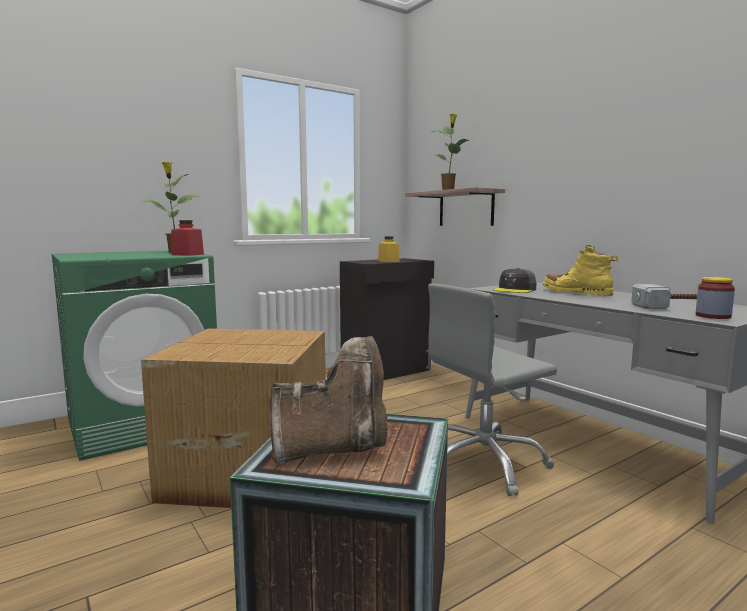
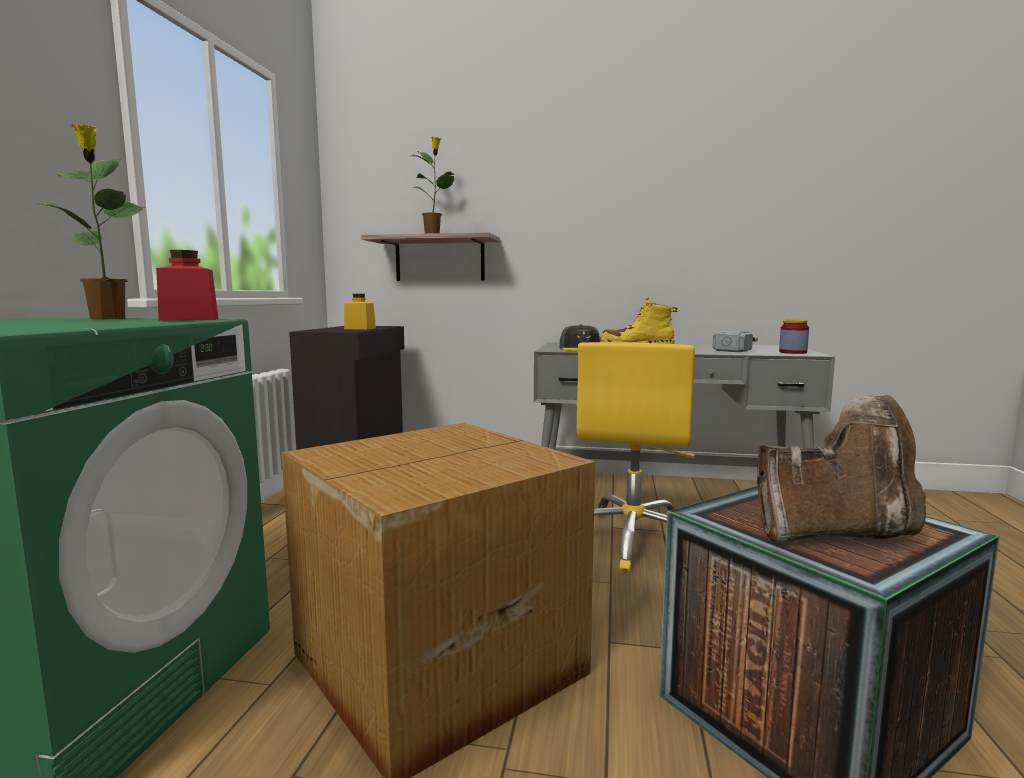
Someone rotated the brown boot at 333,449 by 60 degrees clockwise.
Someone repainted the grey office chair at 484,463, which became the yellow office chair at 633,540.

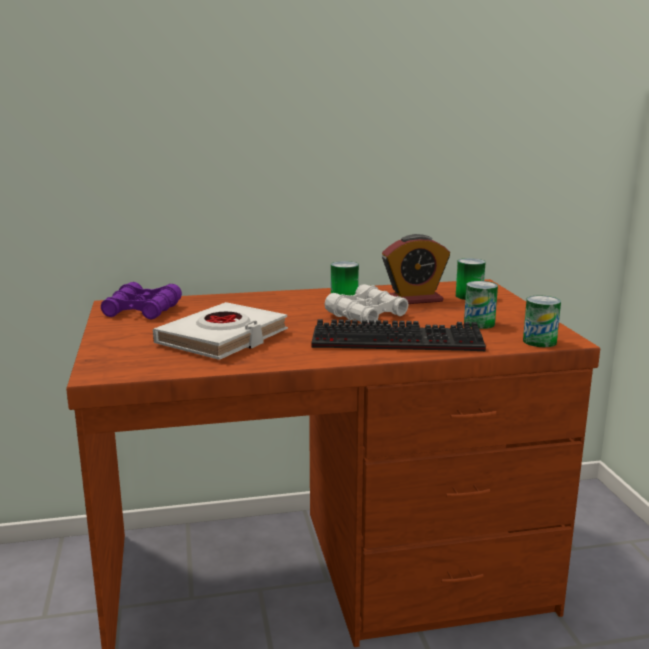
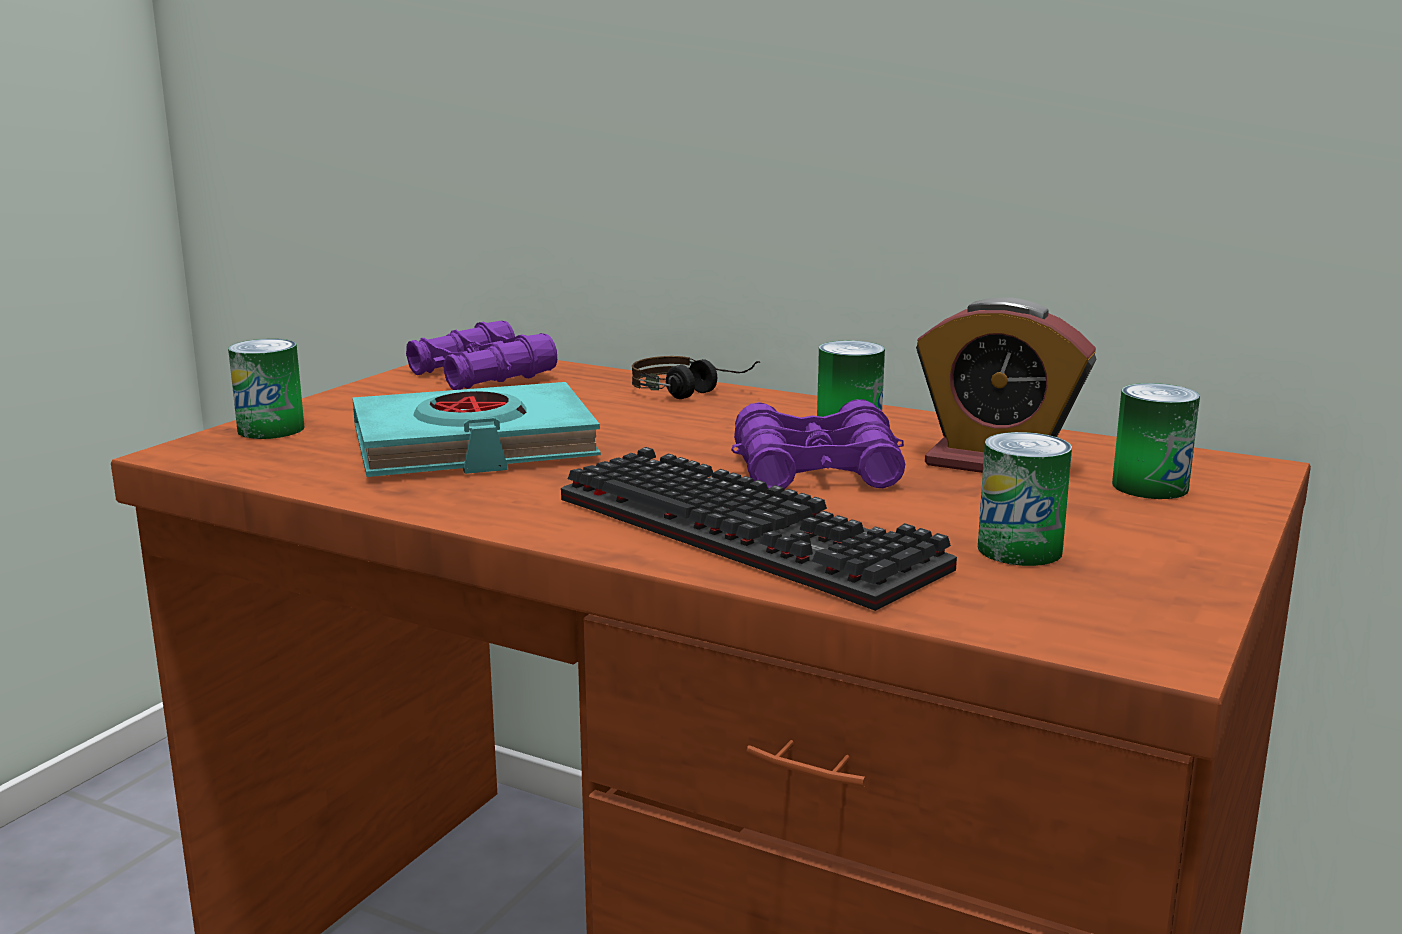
Someone repainted the white book at 223,338, which became the turquoise book at 473,446.
Someone repainted the white binoculars at 367,315, which became the purple binoculars at 817,470.
Someone carried the can from 539,341 to 271,429.
Someone put down the headphones at 693,393.

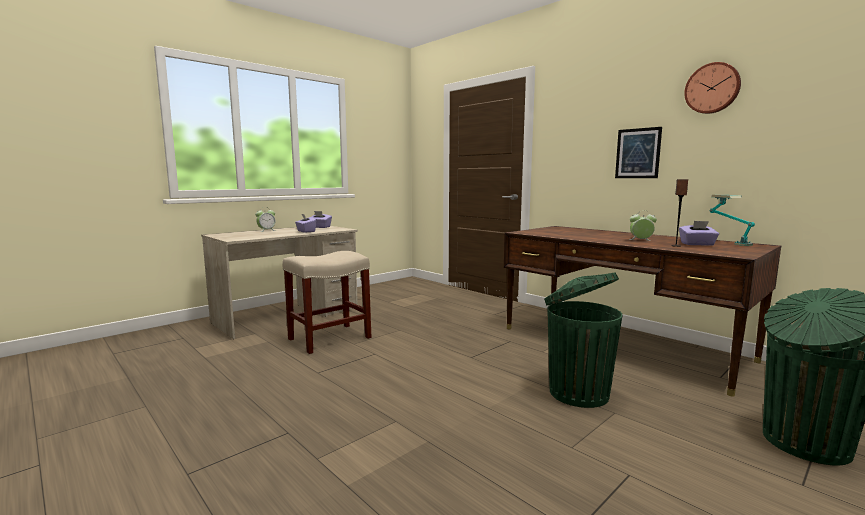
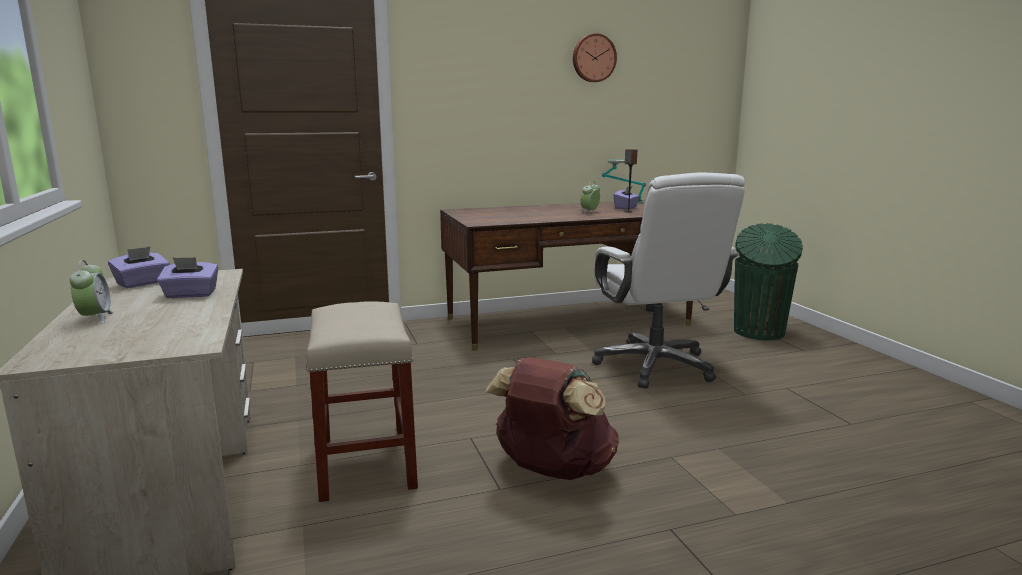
Someone swapped the green trash can at 576,392 for the white office chair at 655,366.
Someone took away the picture at 637,153.
Someone put down the brown backpack at 552,470.

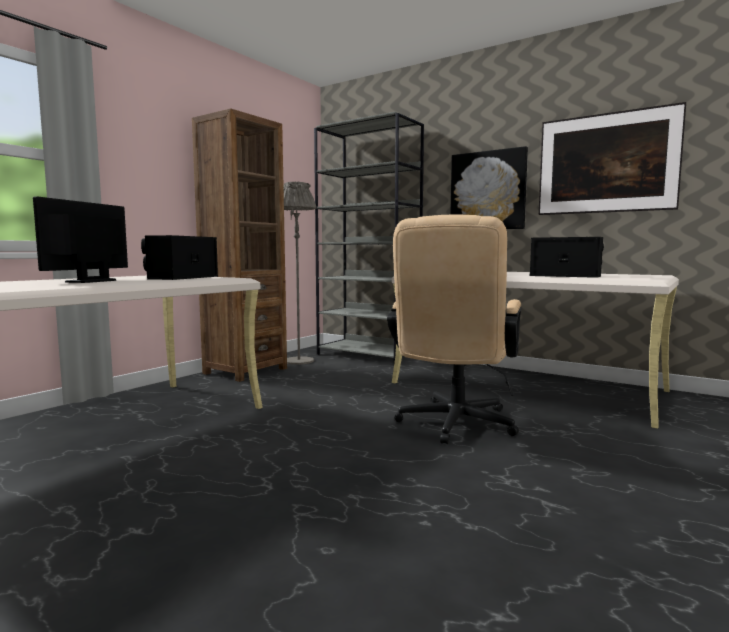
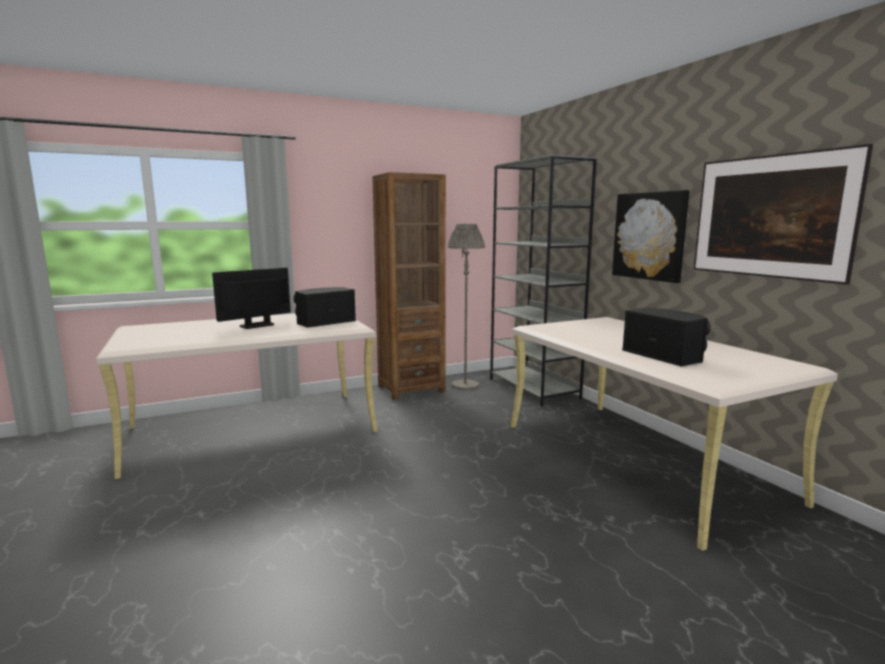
Someone took away the beige office chair at 454,426.

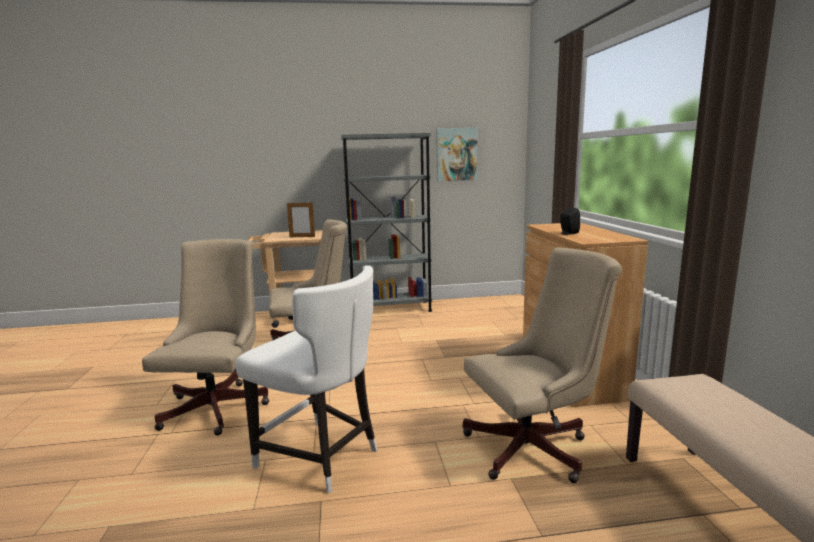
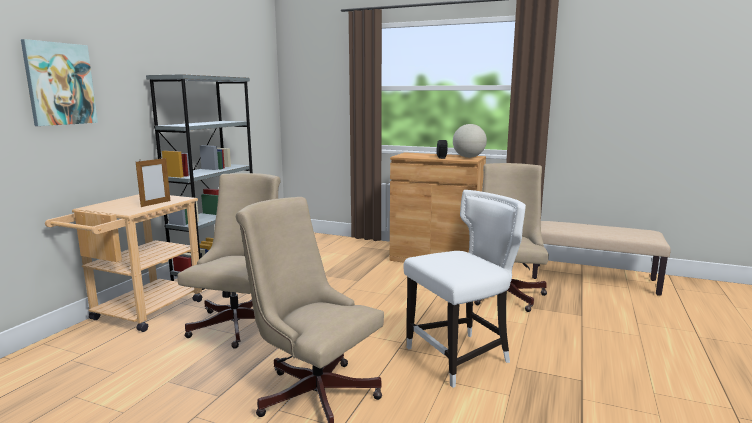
Someone carried the picture from 456,154 to 60,84.
Someone put down the globe at 468,157.

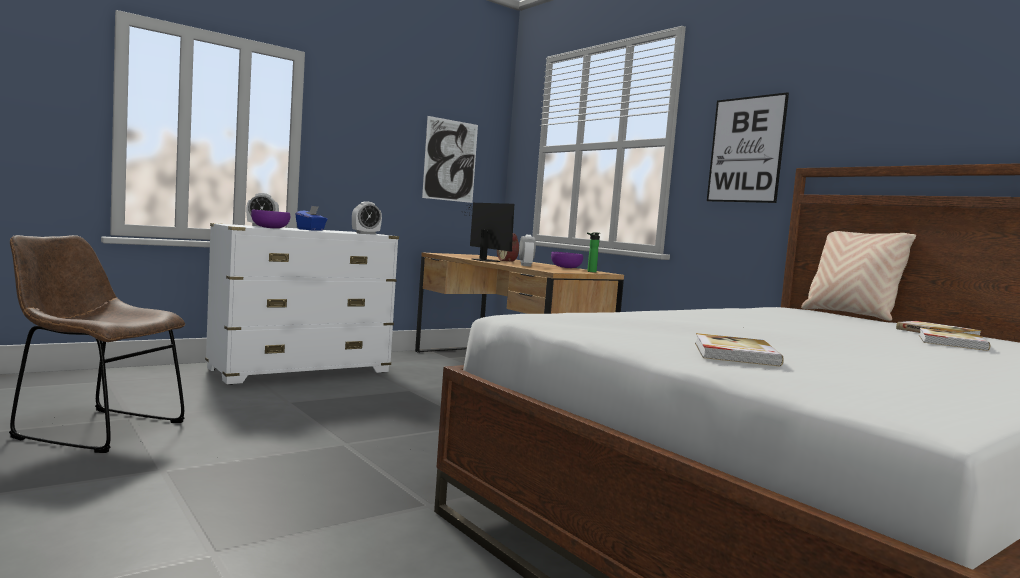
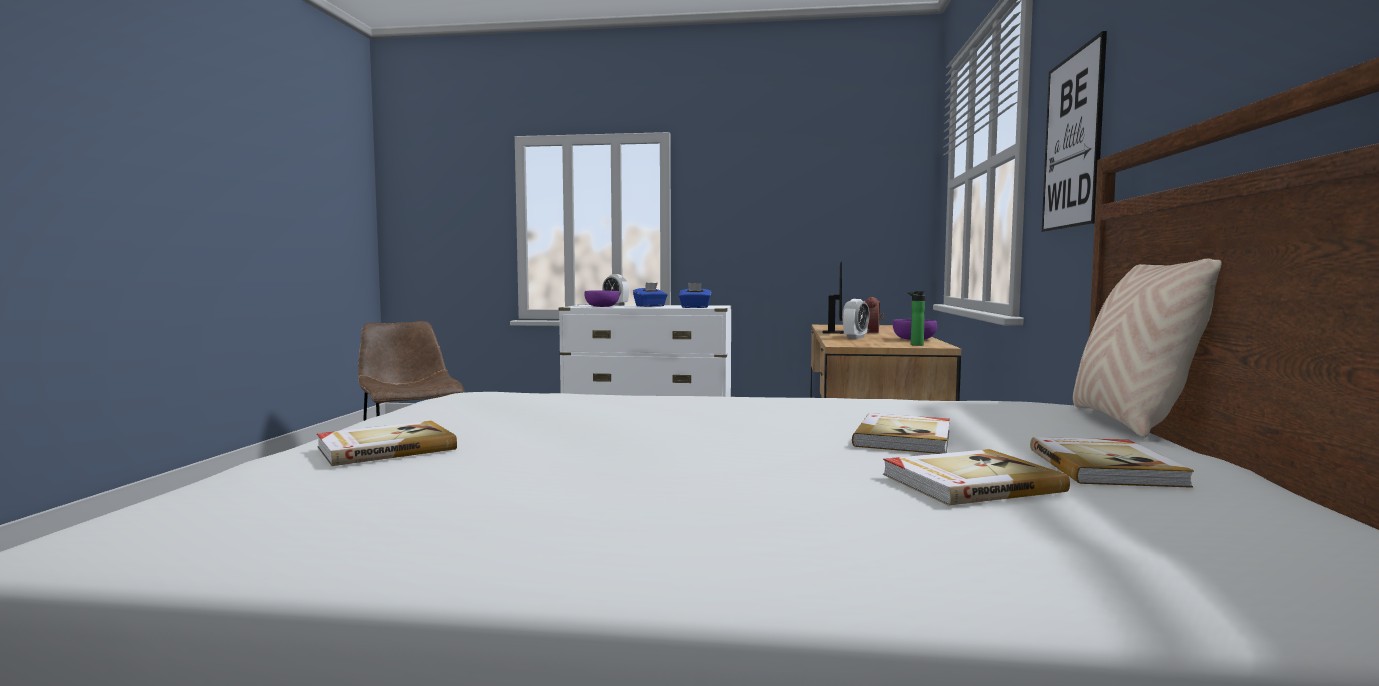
Someone swapped the alarm clock at 365,233 for the blue tissue box at 695,307.
Someone took away the picture at 450,160.
Someone put down the book at 905,438.

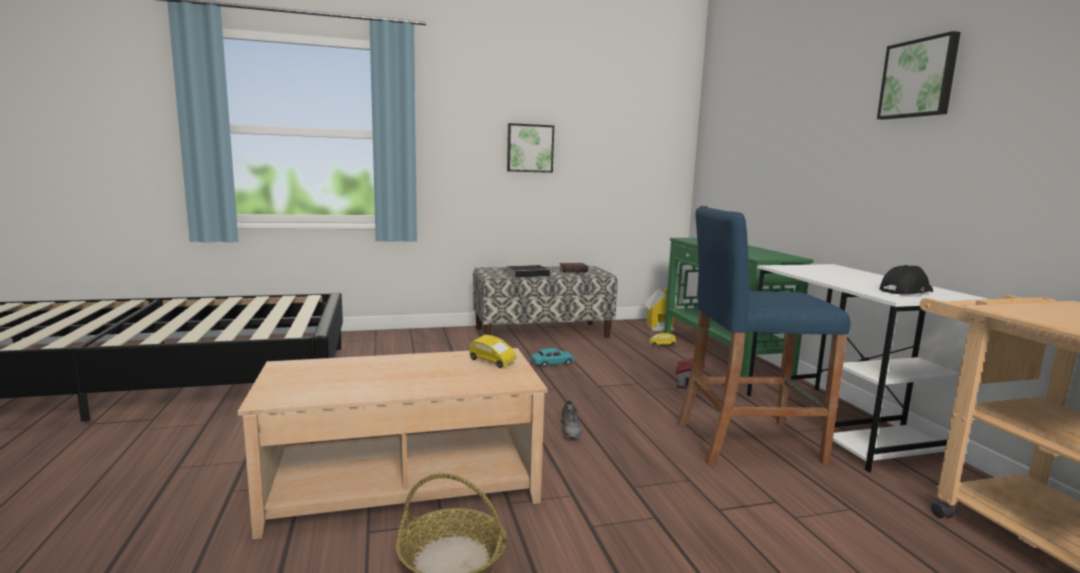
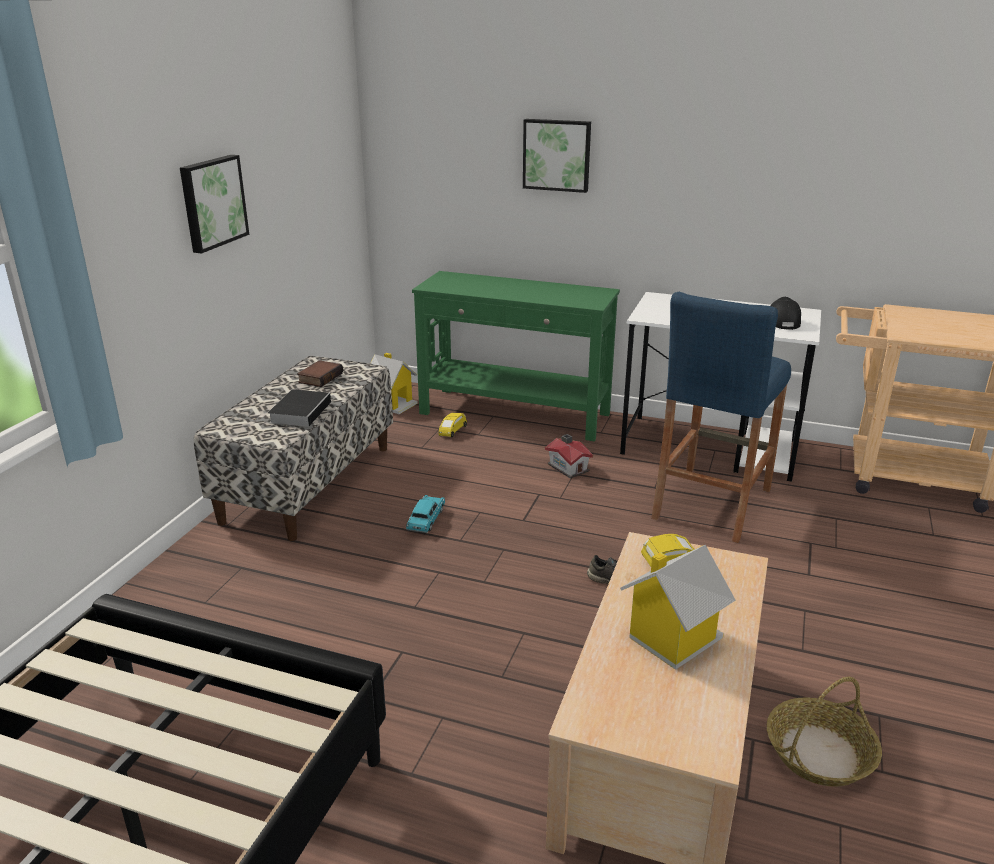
Someone carried the picture from 919,78 to 557,155.
Someone put down the toy house at 672,639.

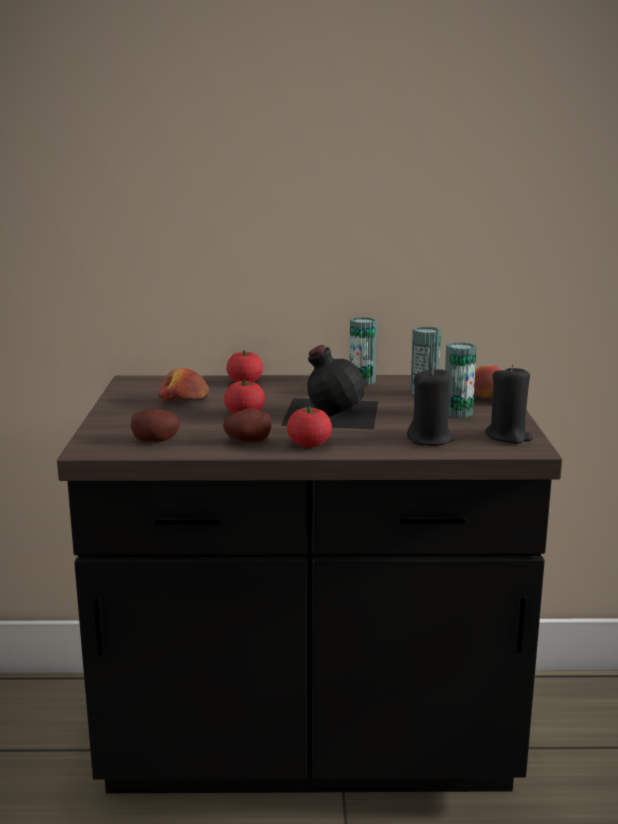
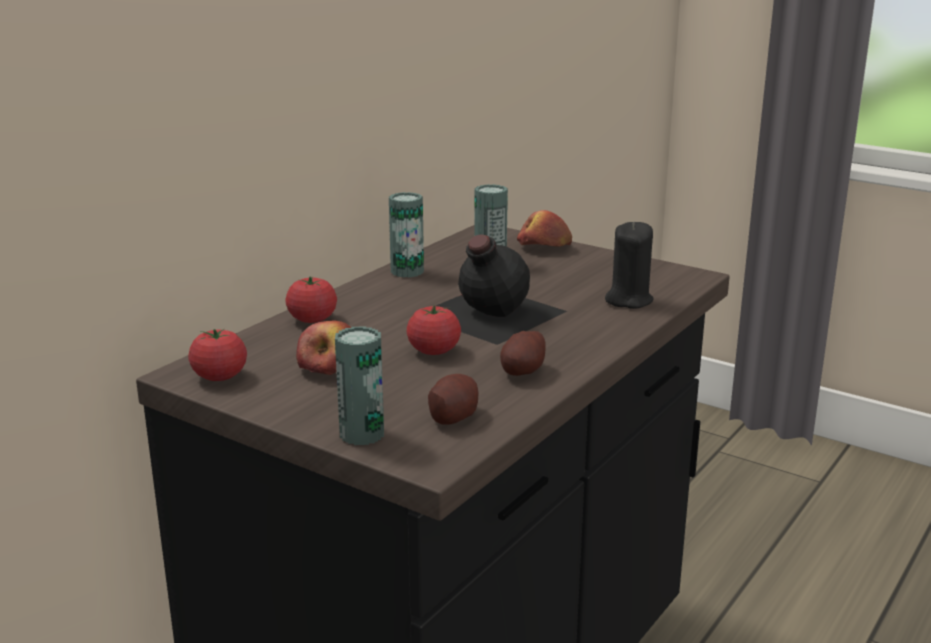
Someone carried the tomato from 309,444 to 219,376.
Someone carried the can from 457,413 to 362,434.
Someone took away the black candle at 508,437.

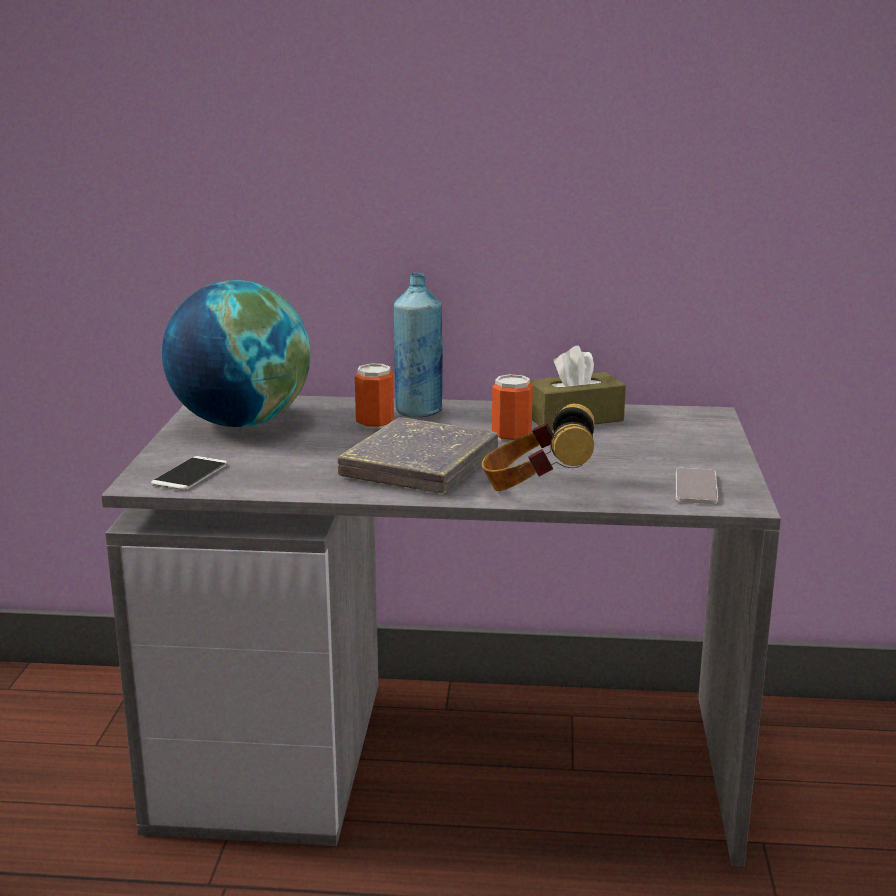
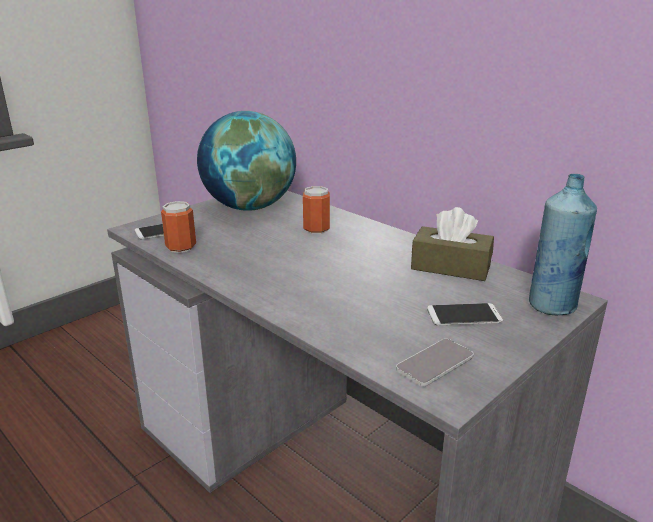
Someone took away the grey book at 420,466.
Someone carried the blue bottle from 419,411 to 552,306.
Someone took away the headphones at 536,488.
Someone carried the can from 511,435 to 181,247.
Someone put down the phone at 464,315.

